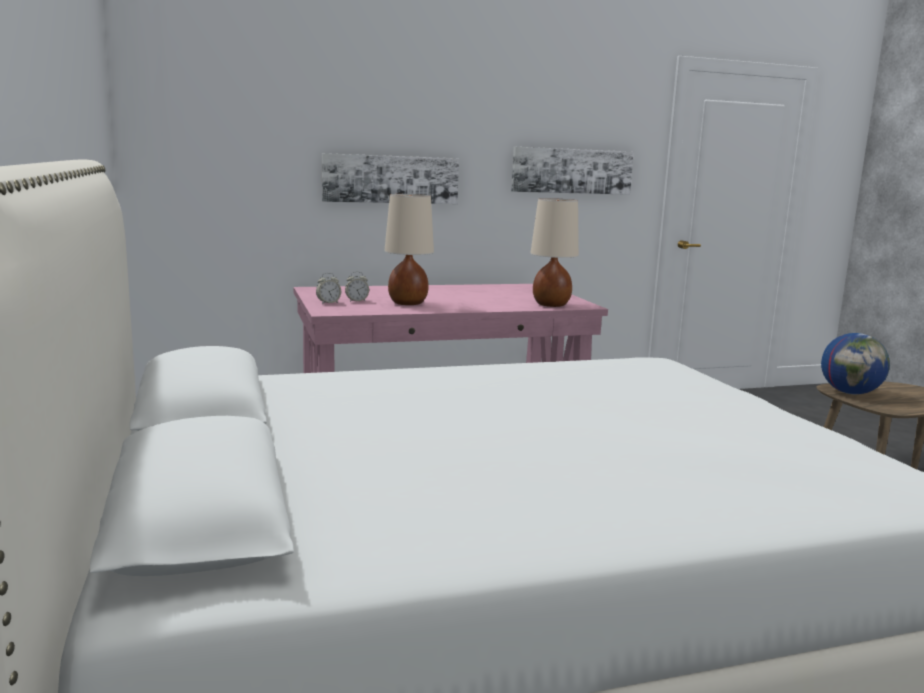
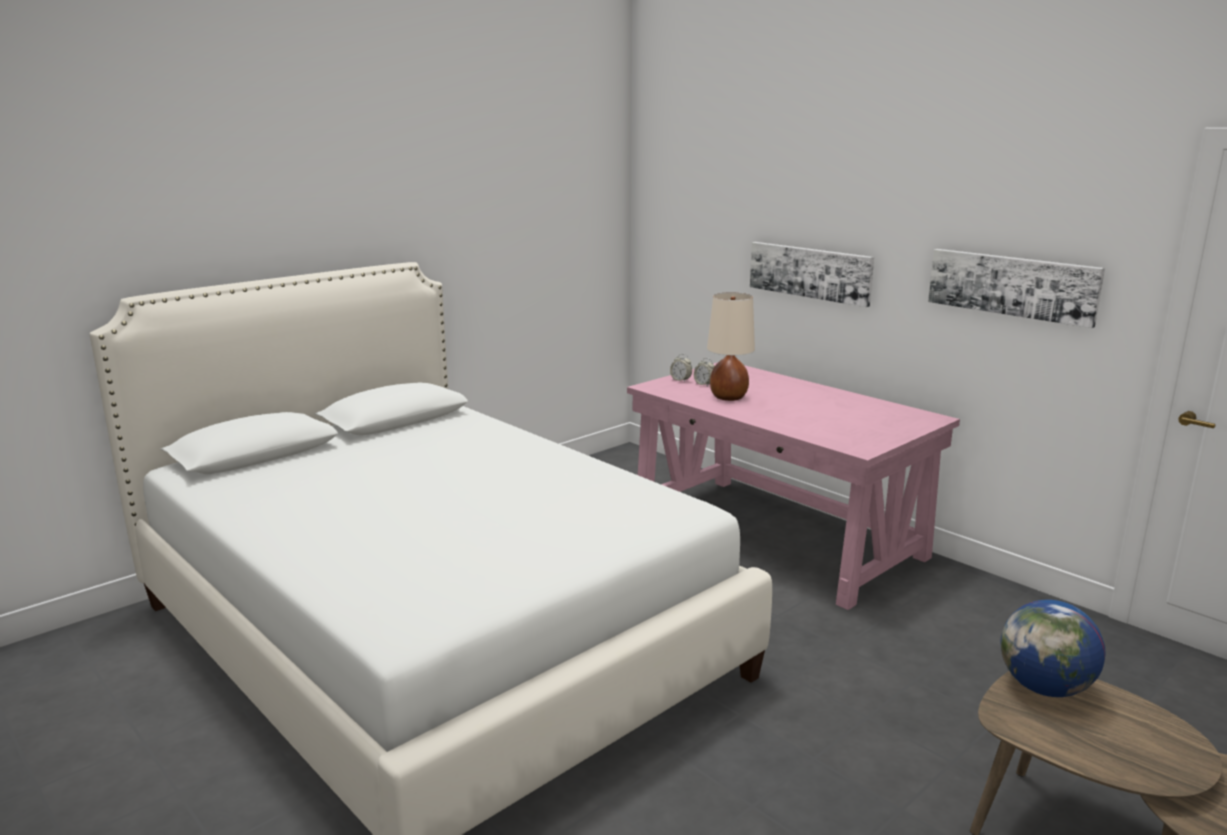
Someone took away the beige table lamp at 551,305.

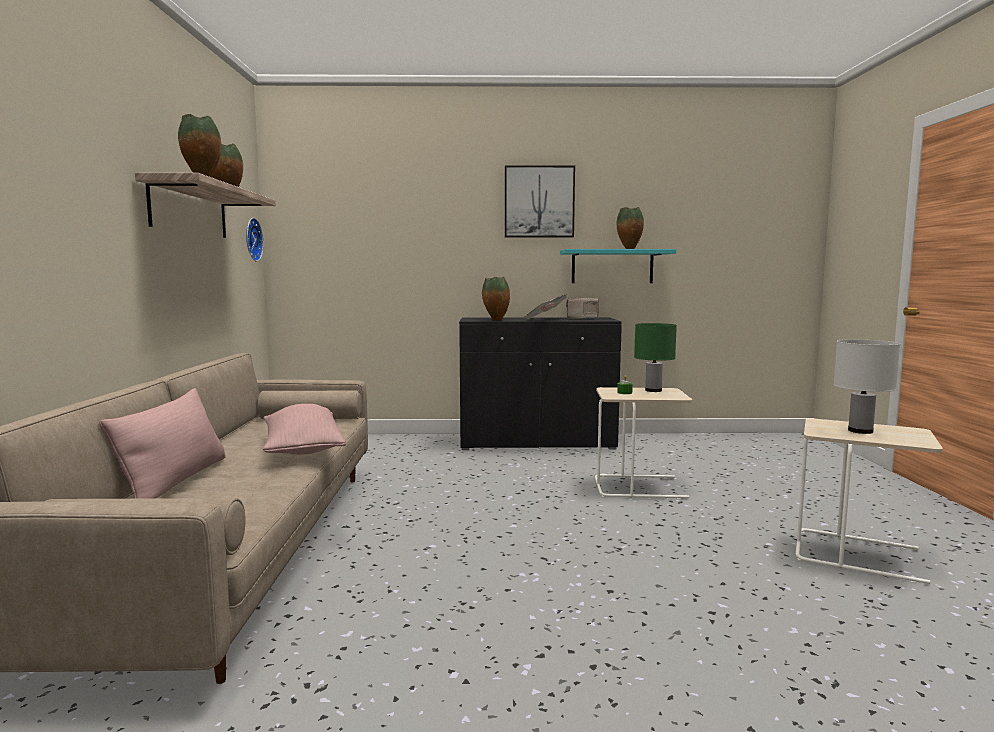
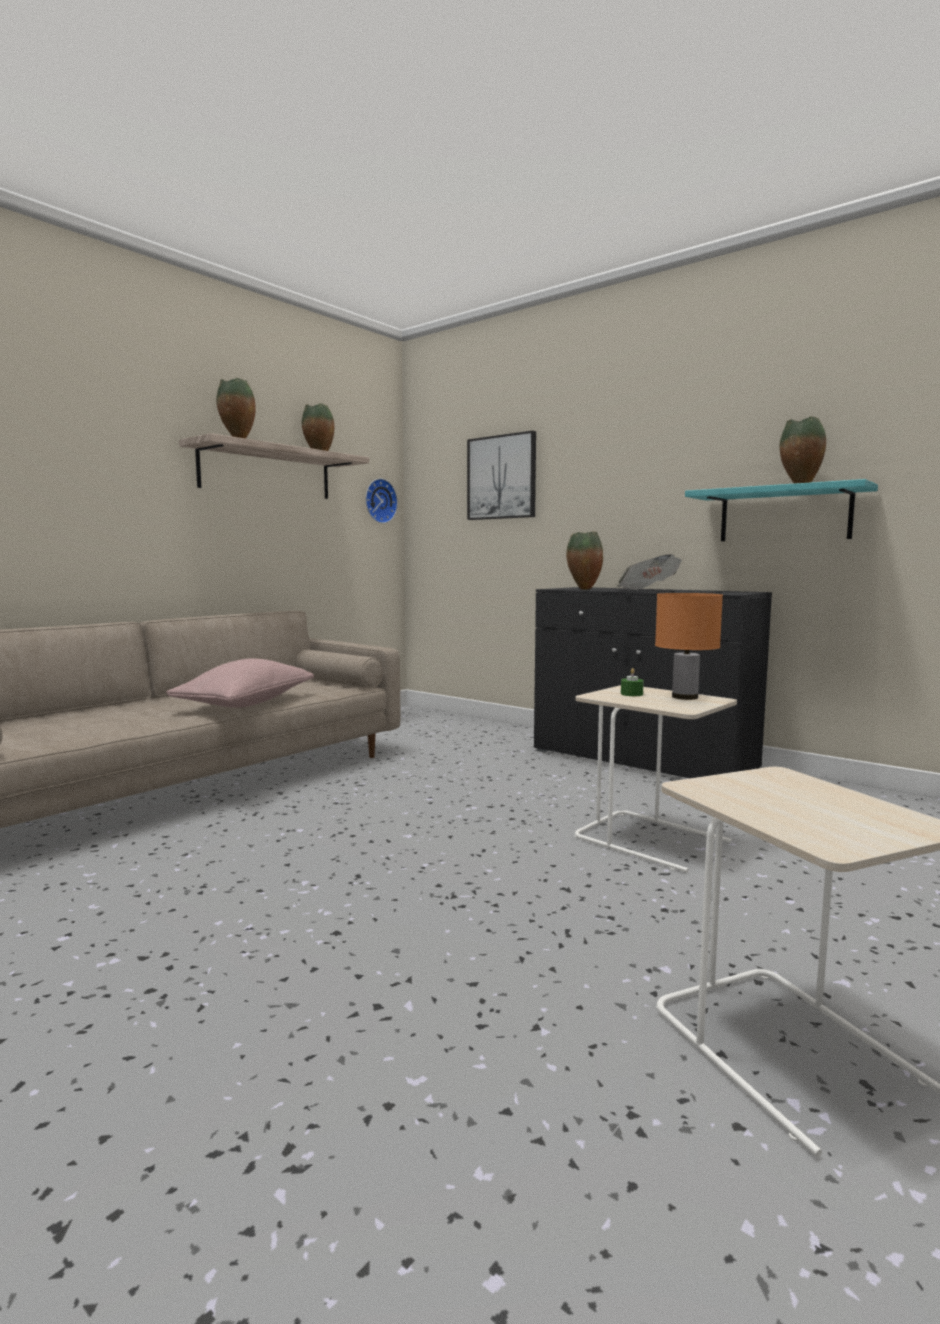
Someone took away the pink pillow at 176,481.
Someone carried the picture from 539,202 to 502,477.
Someone took away the radio at 581,318.
Someone repainted the green table lamp at 652,390, which became the orange table lamp at 684,697.
Someone took away the white table lamp at 861,431.

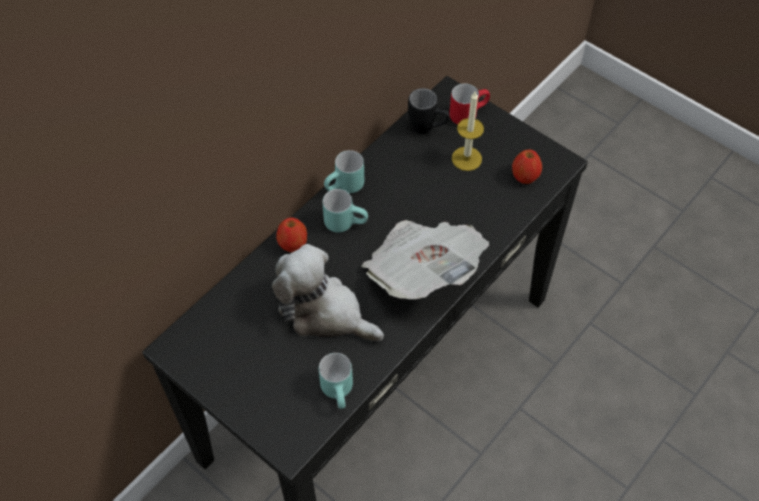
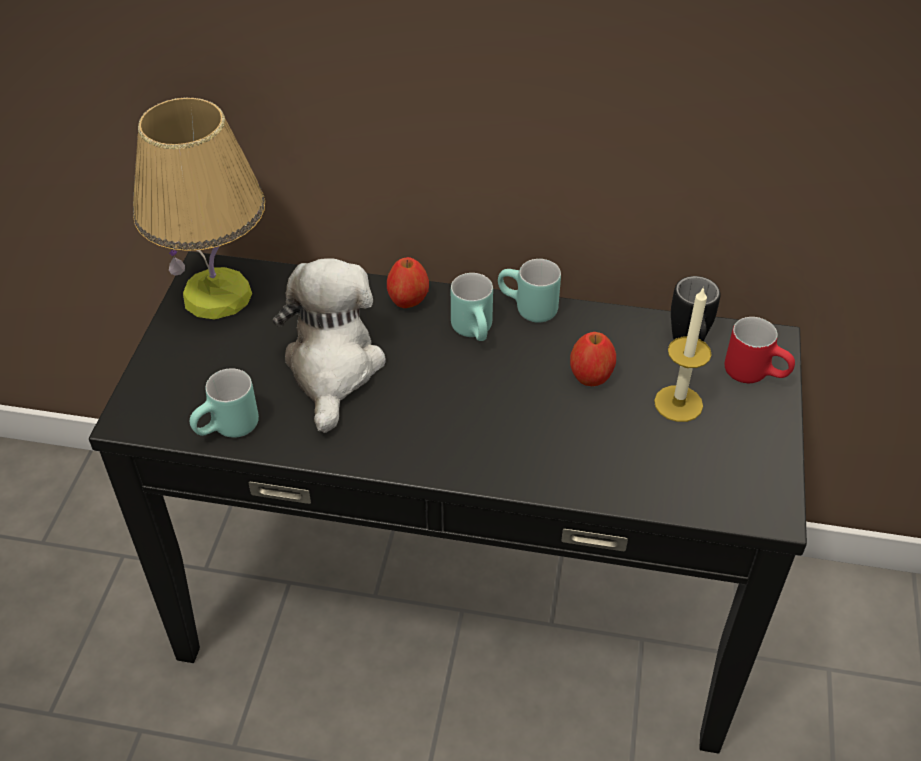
Someone took away the newspaper at 422,271.
Someone carried the apple from 525,177 to 591,377.
Someone put down the table lamp at 218,295.

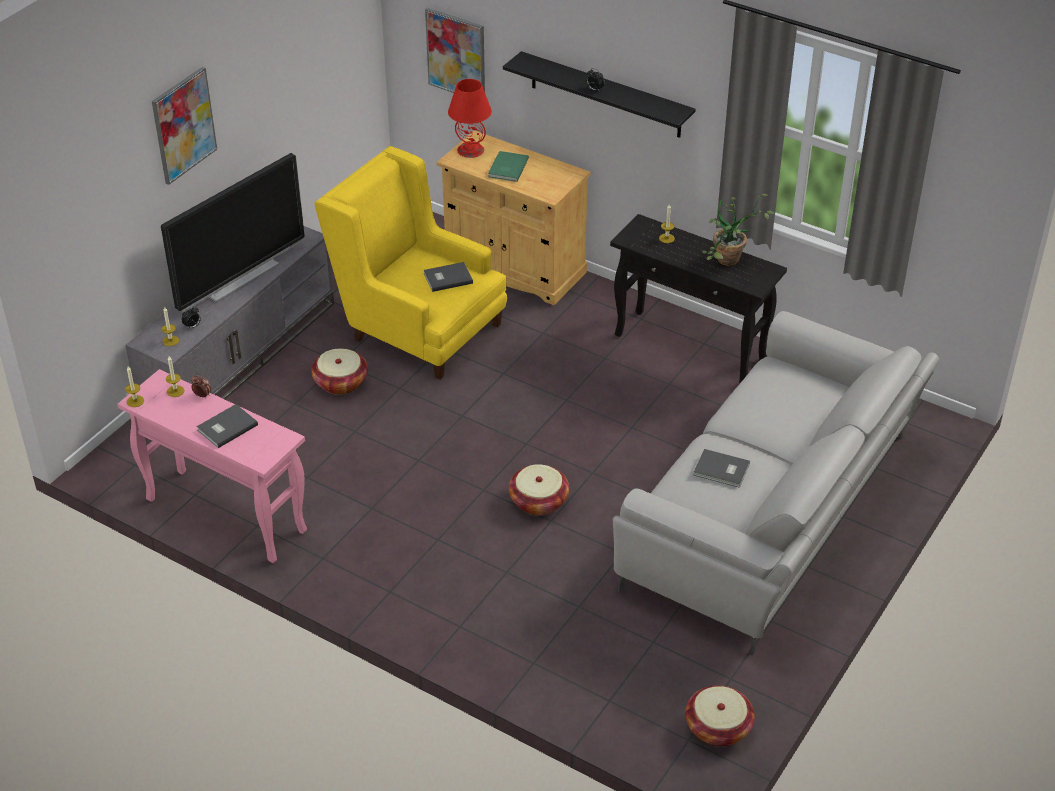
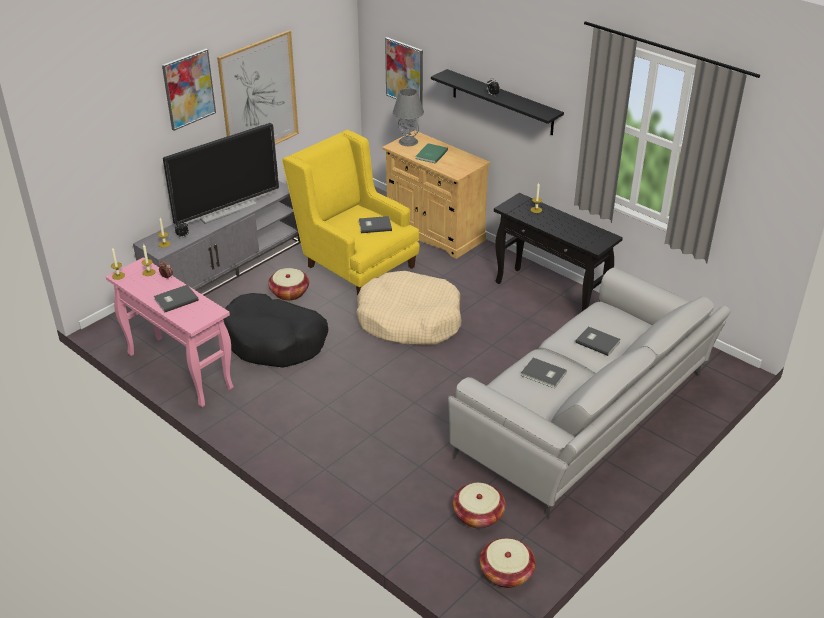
Someone repainted the red table lamp at 470,150, which became the grey table lamp at 408,141.
Someone carried the basket from 538,501 to 478,515.
Someone took away the potted plant at 729,263.
Someone put up the picture at 259,97.
Someone put down the black dog bed at 274,341.
Someone put down the beige dog bed at 409,320.
Someone put down the grey book at 597,341.

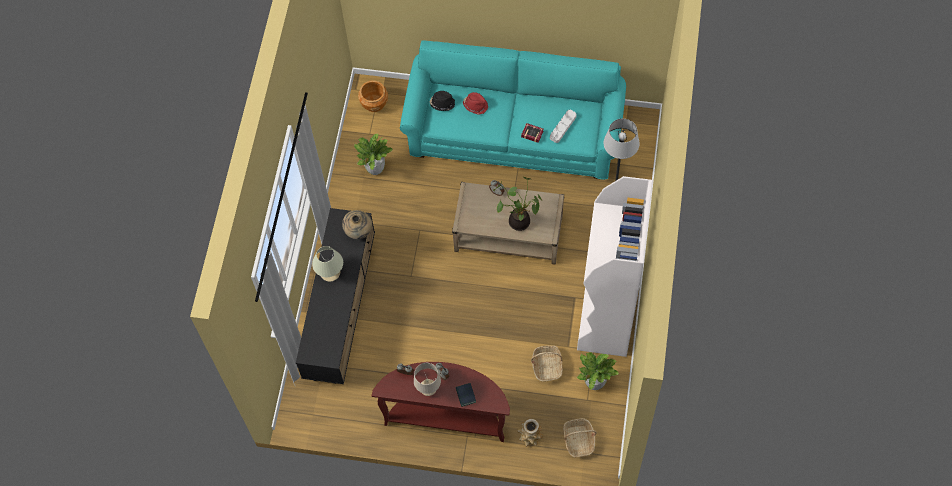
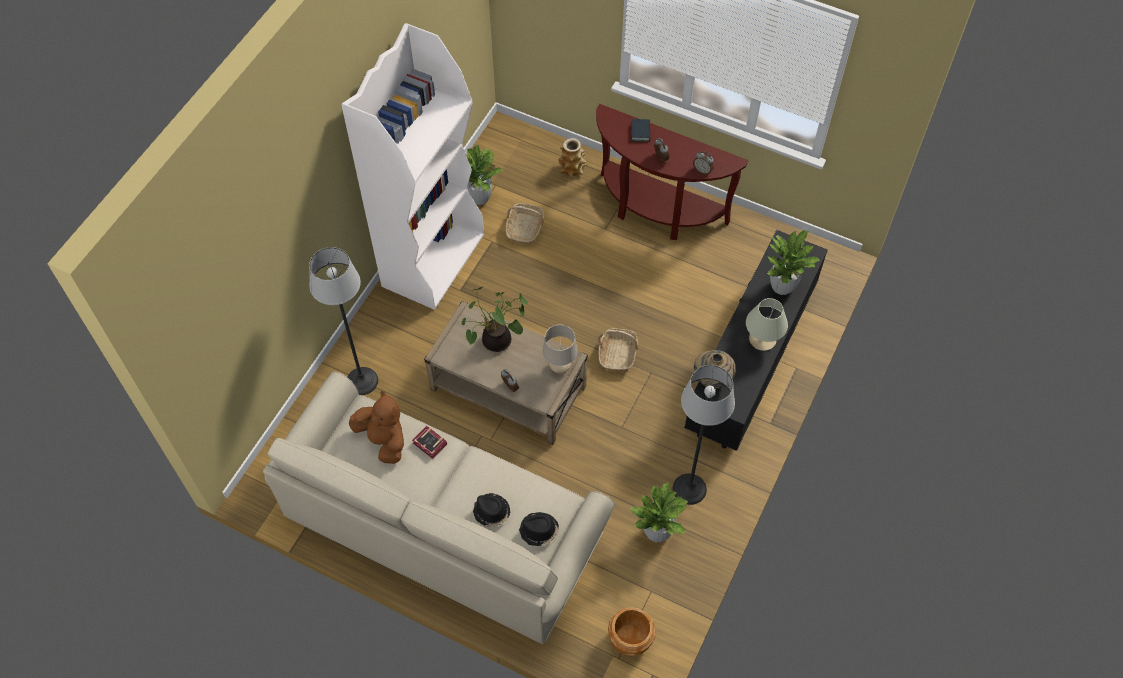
Someone repainted the turquoise sofa at 514,132, which became the beige sofa at 442,526.
Someone carried the beige table lamp from 428,390 to 560,367.
Someone repainted the red hat at 475,105, which became the black hat at 491,512.
Someone swapped the grey tray at 563,127 for the brown plush toy at 383,440.
Someone carried the basket from 578,440 to 617,354.
Someone put down the floor lamp at 689,489.
Someone put down the potted plant at 782,287.

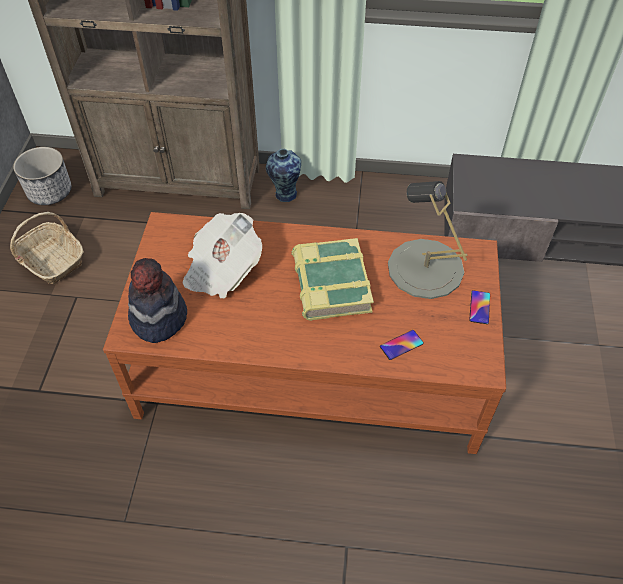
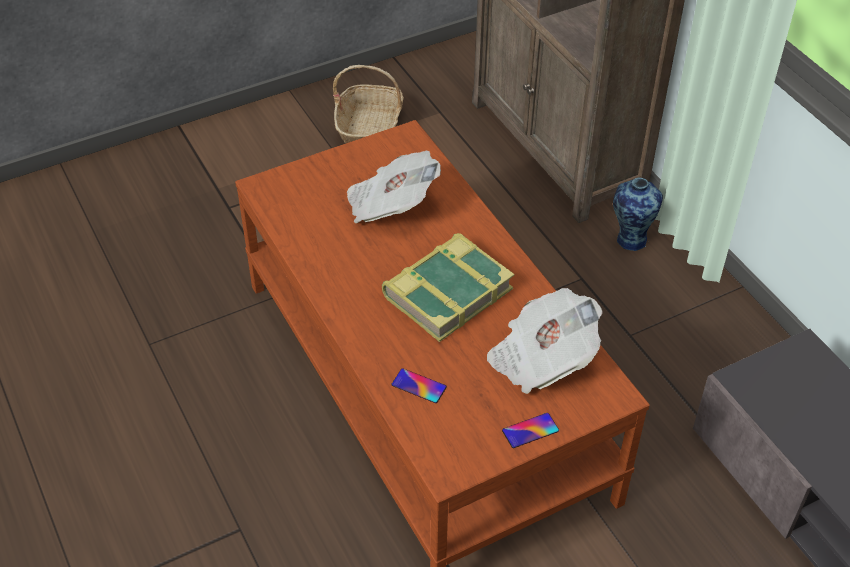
Someone took away the planter at 50,192.
Someone took away the hat at 158,318.
Someone swapped the grey table lamp at 425,268 for the newspaper at 541,358.

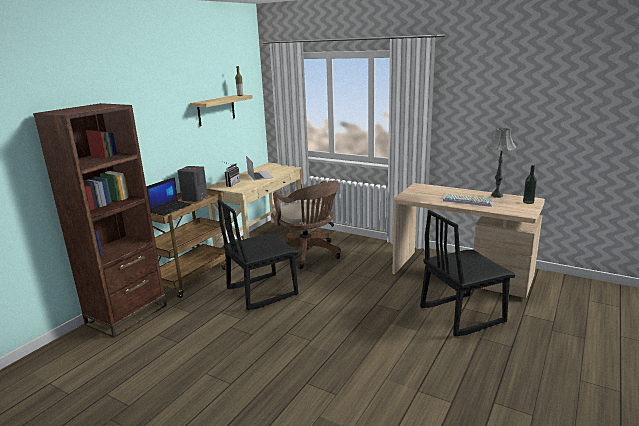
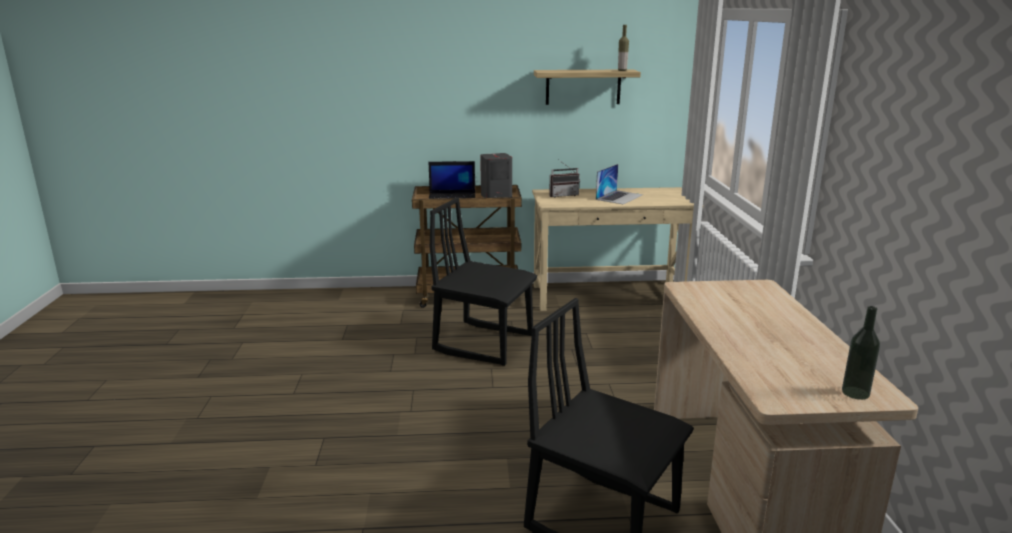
Someone took away the brown bookcase at 127,315.
Someone took away the brown office chair at 308,255.
Someone took away the keyboard at 468,201.
Someone took away the grey table lamp at 496,196.

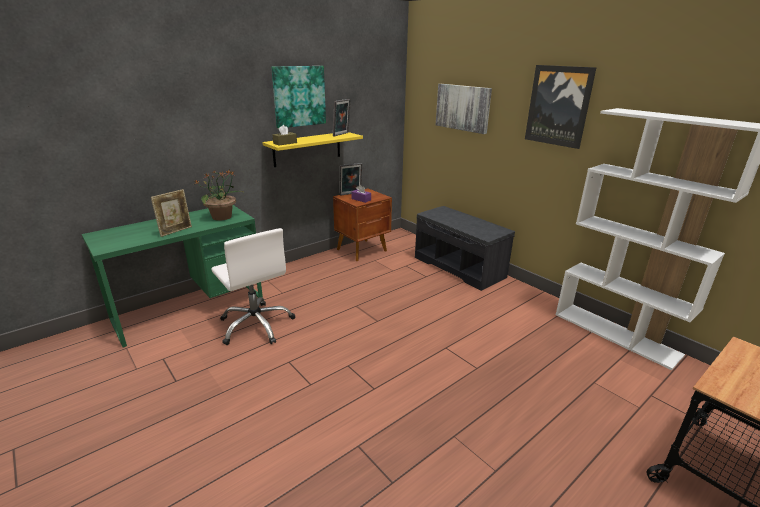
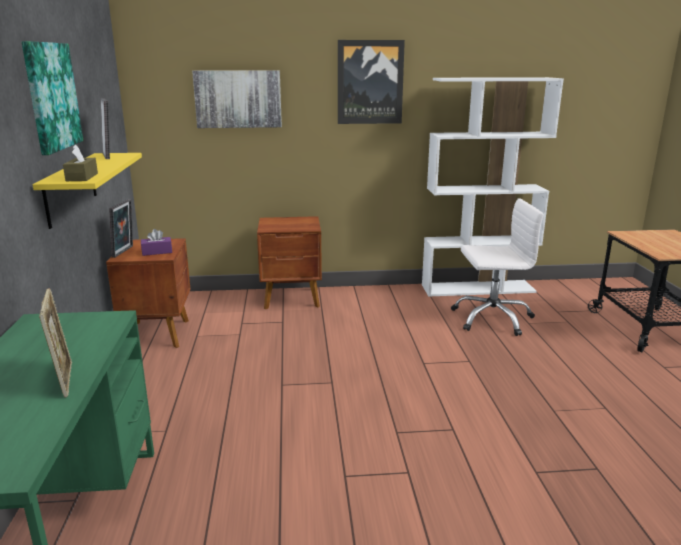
Someone took away the potted plant at 222,217.
Someone carried the white office chair from 256,325 to 492,318.
Someone swapped the grey bench at 460,267 for the brown nightstand at 292,299.

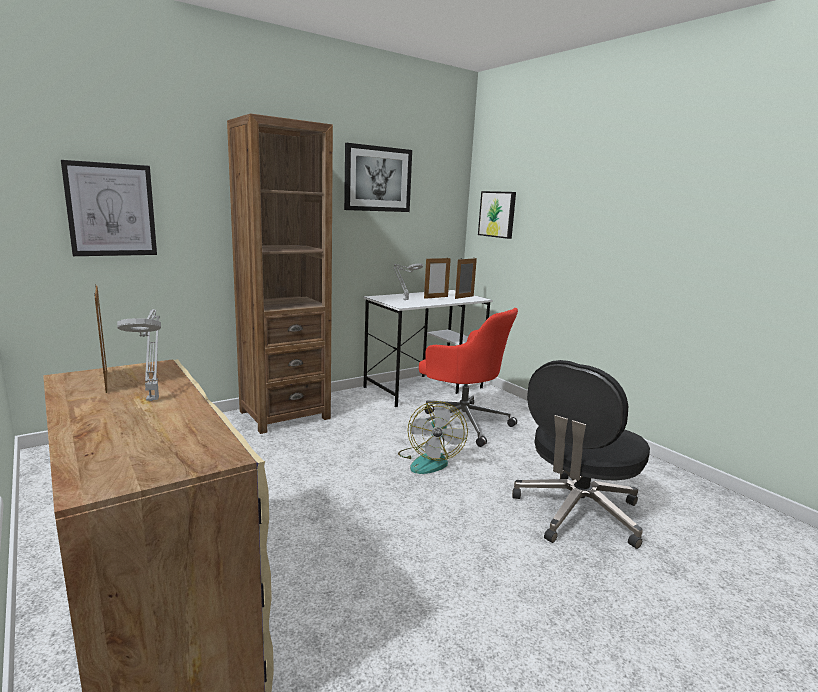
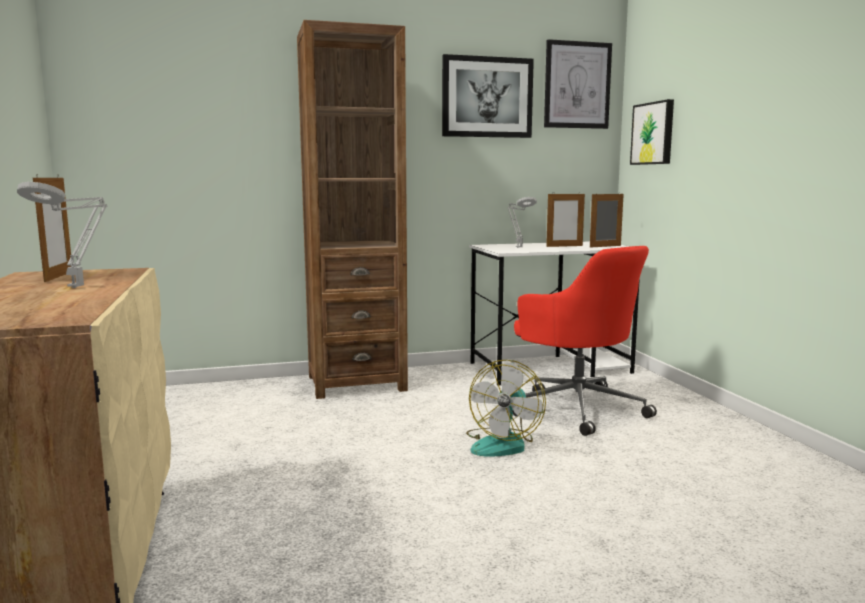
Someone carried the picture from 111,210 to 577,85.
Someone took away the black office chair at 576,513.

